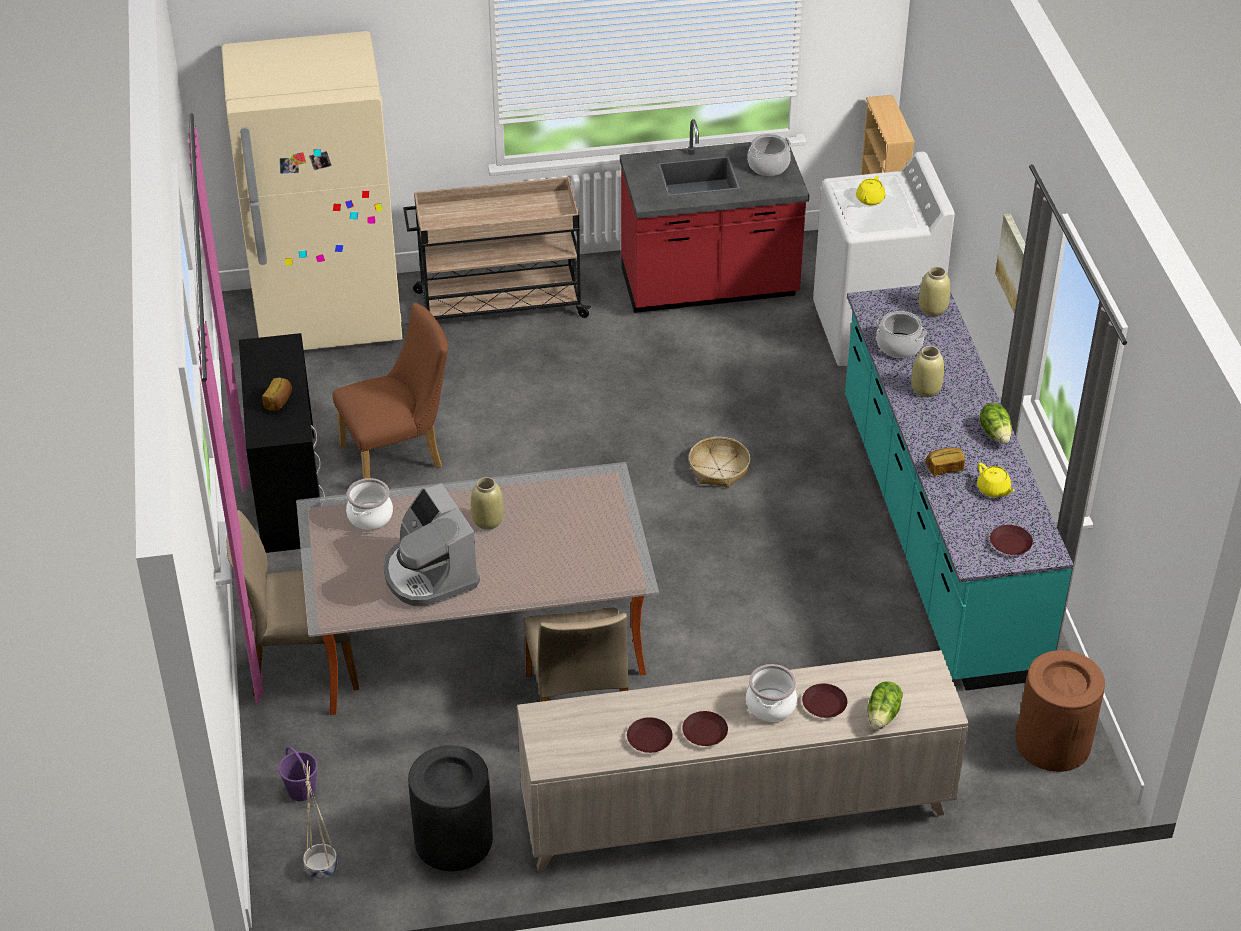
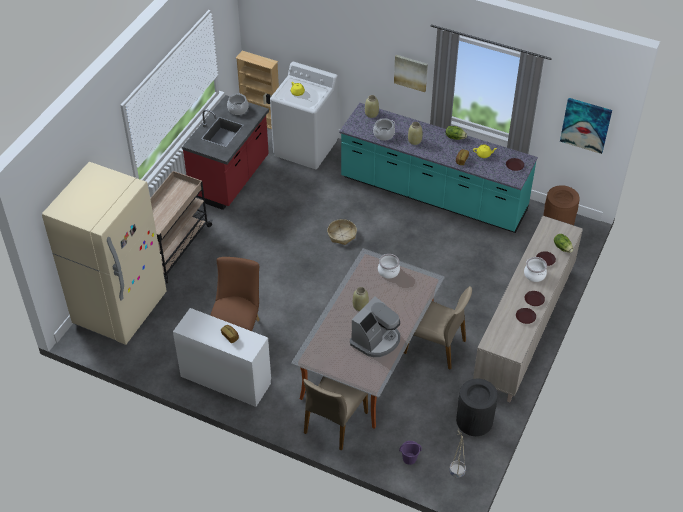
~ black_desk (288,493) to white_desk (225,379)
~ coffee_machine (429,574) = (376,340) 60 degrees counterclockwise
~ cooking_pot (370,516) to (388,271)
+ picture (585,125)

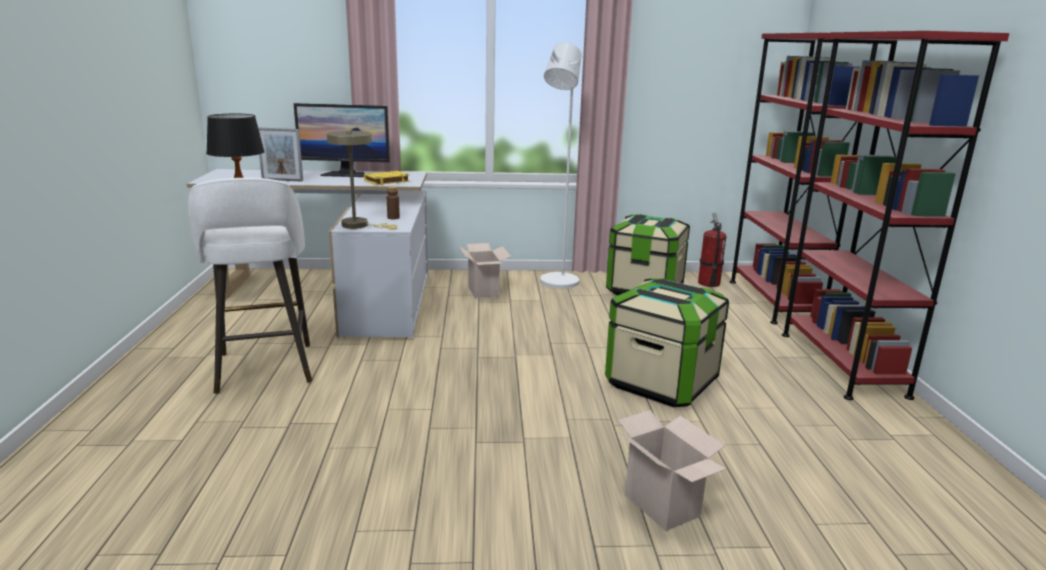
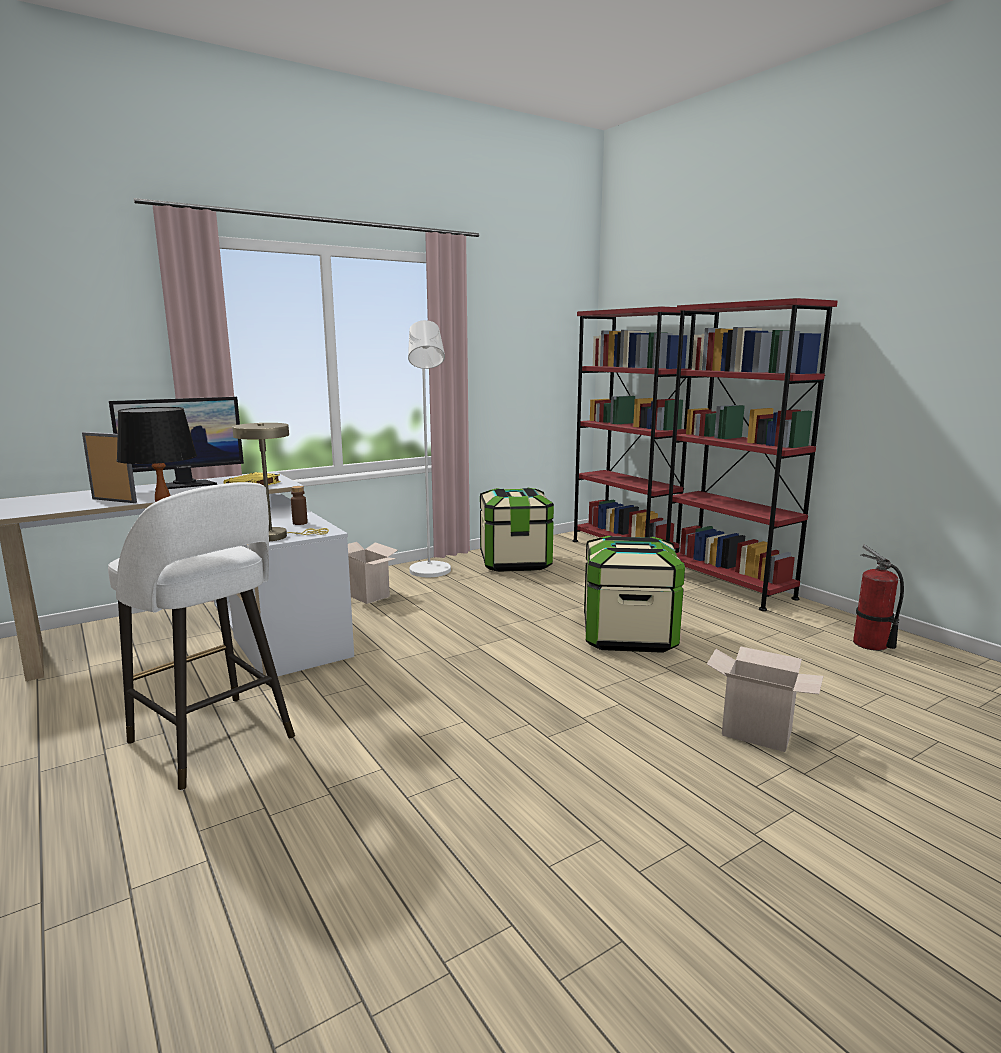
~ picture_frame (282,180) = (114,500) 135 degrees counterclockwise
~ fire_extinguisher (708,283) to (870,644)

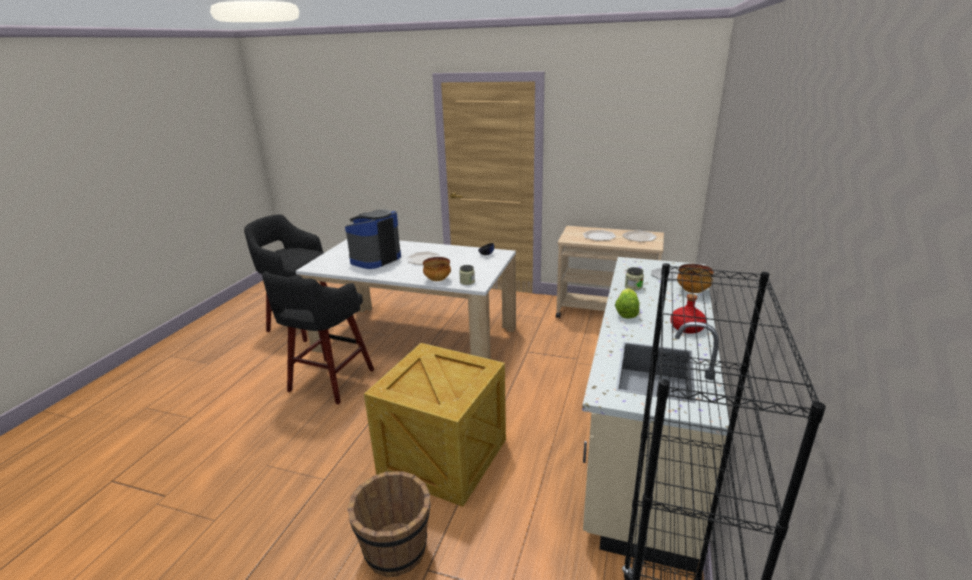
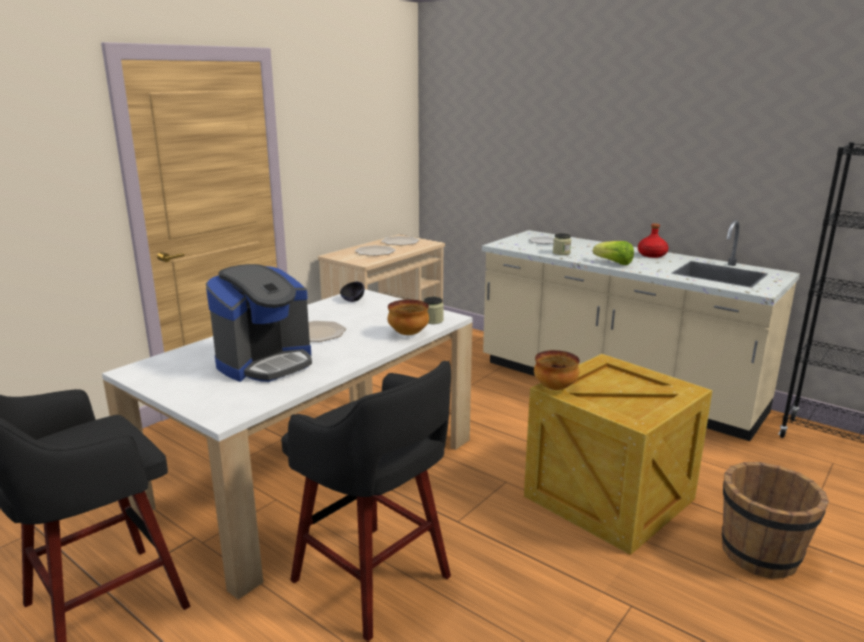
~ coffee_machine (375,259) = (265,363) 105 degrees counterclockwise
~ bowl (693,291) to (555,388)

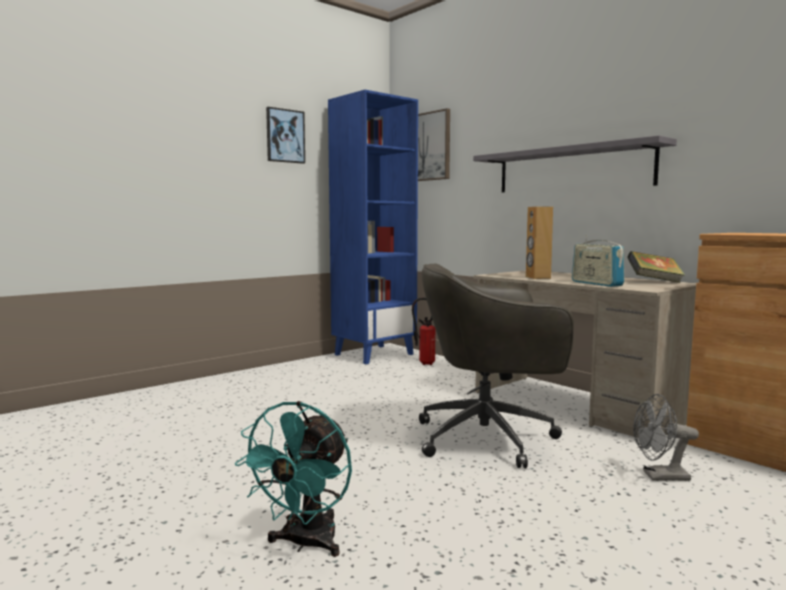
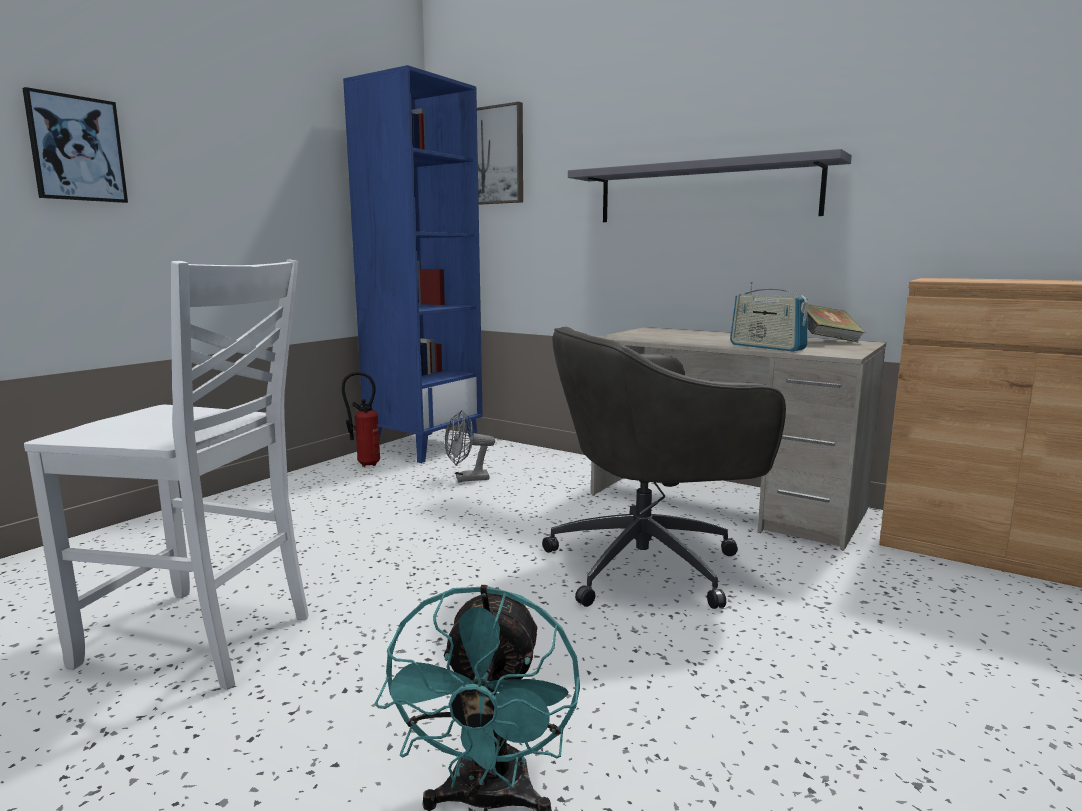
~ picture (285,136) to (76,149)
+ white_chair (201,640)
~ fire_extinguisher (424,363) to (365,464)
~ grey_fan (659,476) to (466,479)
- brown_speaker (537,277)

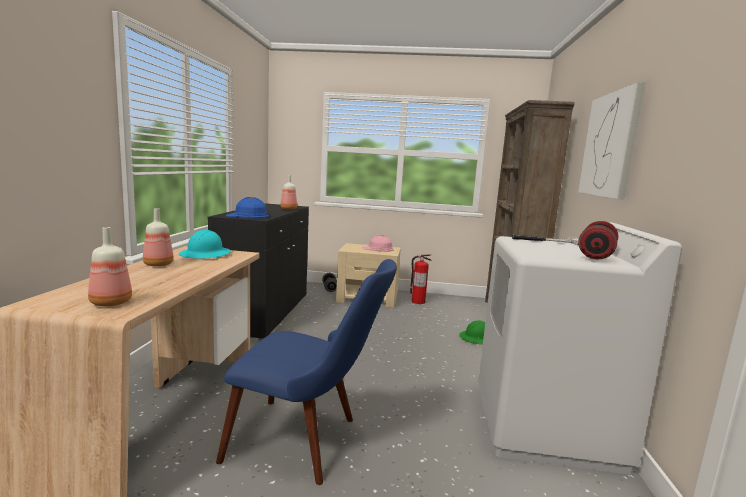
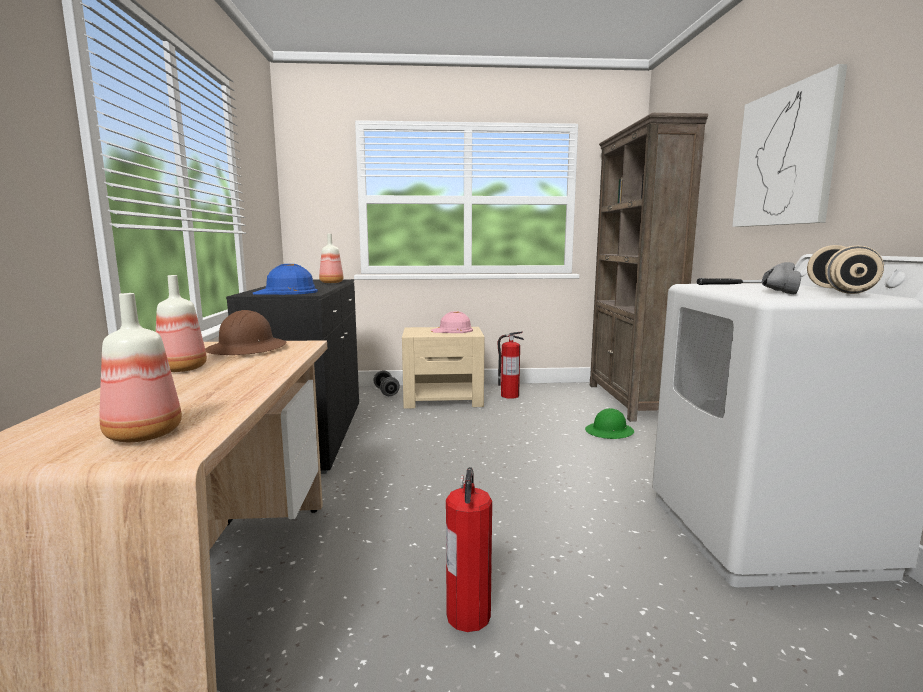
~ turquoise_hard_hat (205,254) to brown_hard_hat (247,349)
~ blue_chair (308,441) to fire_extinguisher (468,614)
+ grey_shoe (773,291)
~ red_dumbbell (596,255) to beige_dumbbell (839,290)

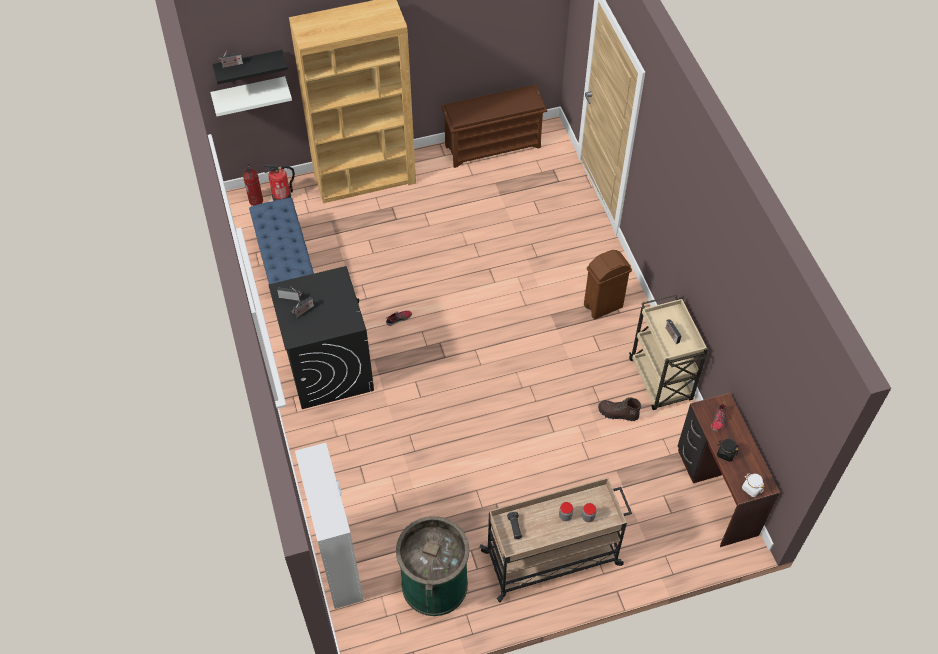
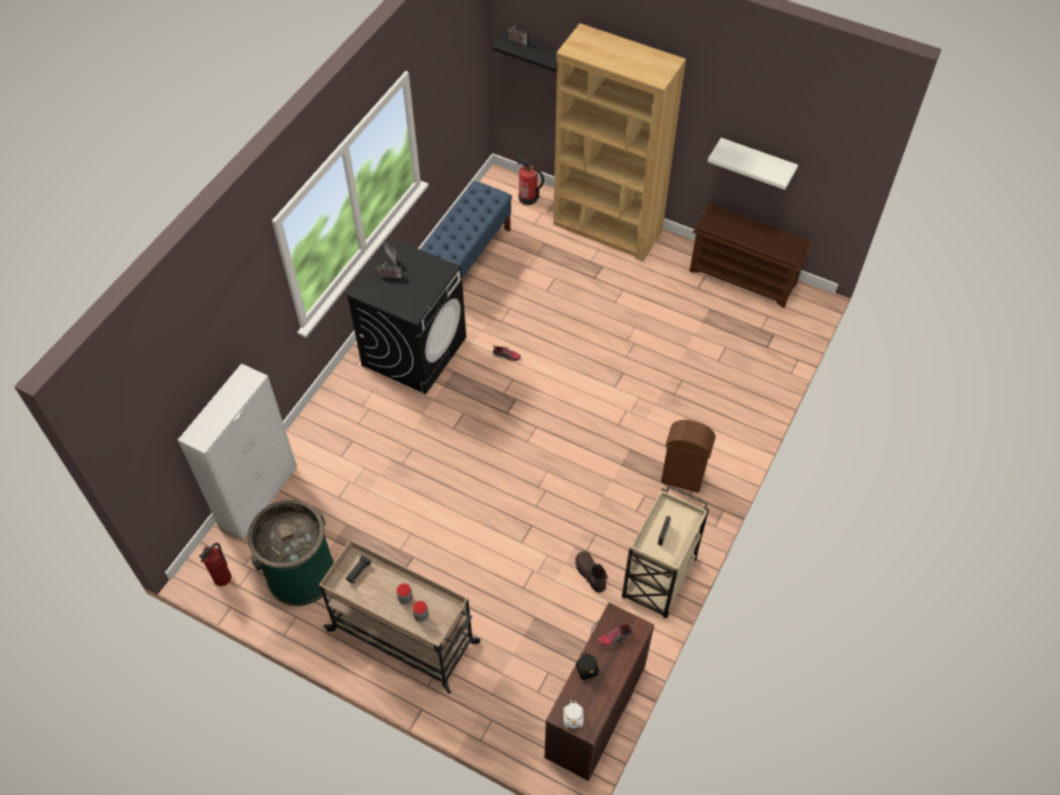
~ fire_extinguisher (256,201) to (222,578)
~ white_shelf (249,93) to (757,161)

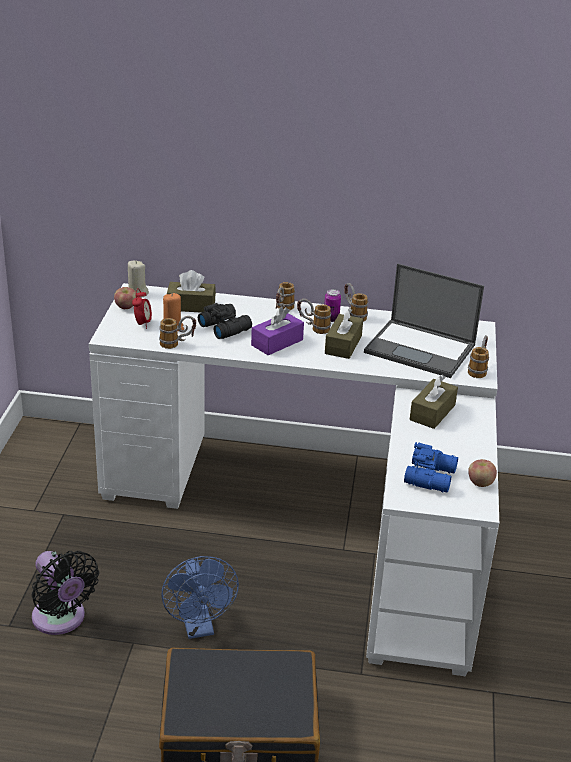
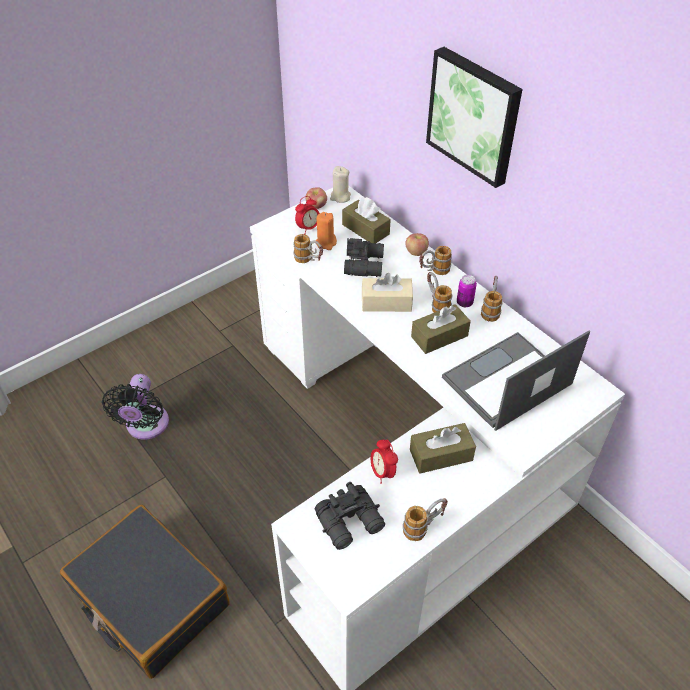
~ blue_binoculars (432,476) to black_binoculars (351,522)
~ purple_tissue_box (277,342) to beige_tissue_box (386,302)
+ alarm_clock (382,472)
~ mug (478,369) to (424,526)
~ apple (480,483) to (416,252)
+ picture (475,115)
~ laptop (421,349) = (506,382) 75 degrees clockwise
- blue_fan (199,627)

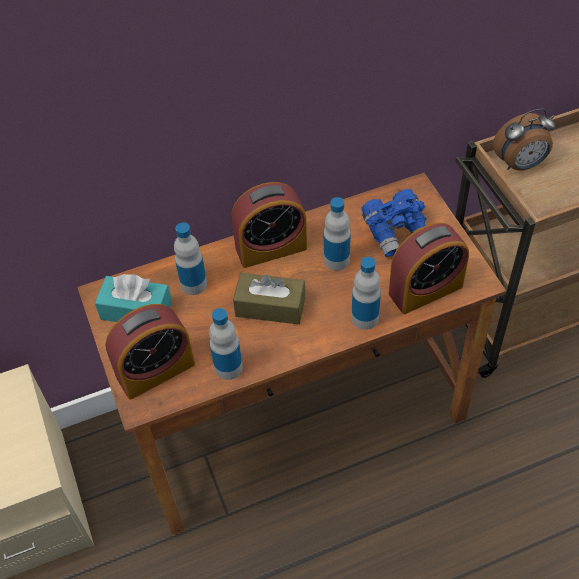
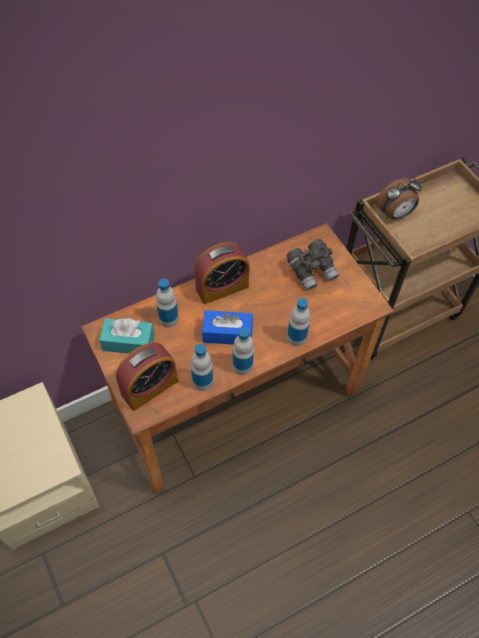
~ brown_tissue_box (270,306) to blue_tissue_box (227,333)
~ bottle (336,260) to (242,366)
~ blue_binoculars (396,232) to grey_binoculars (312,270)
- alarm_clock (425,290)

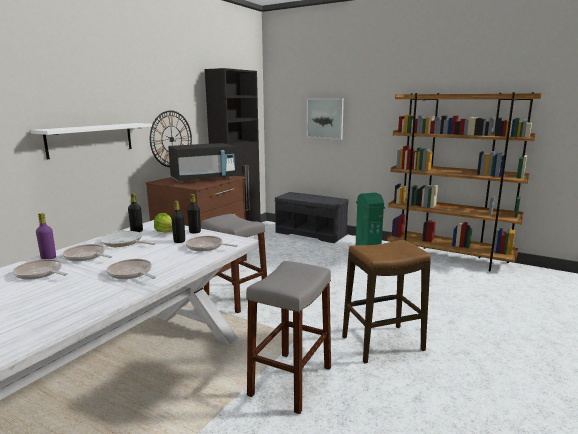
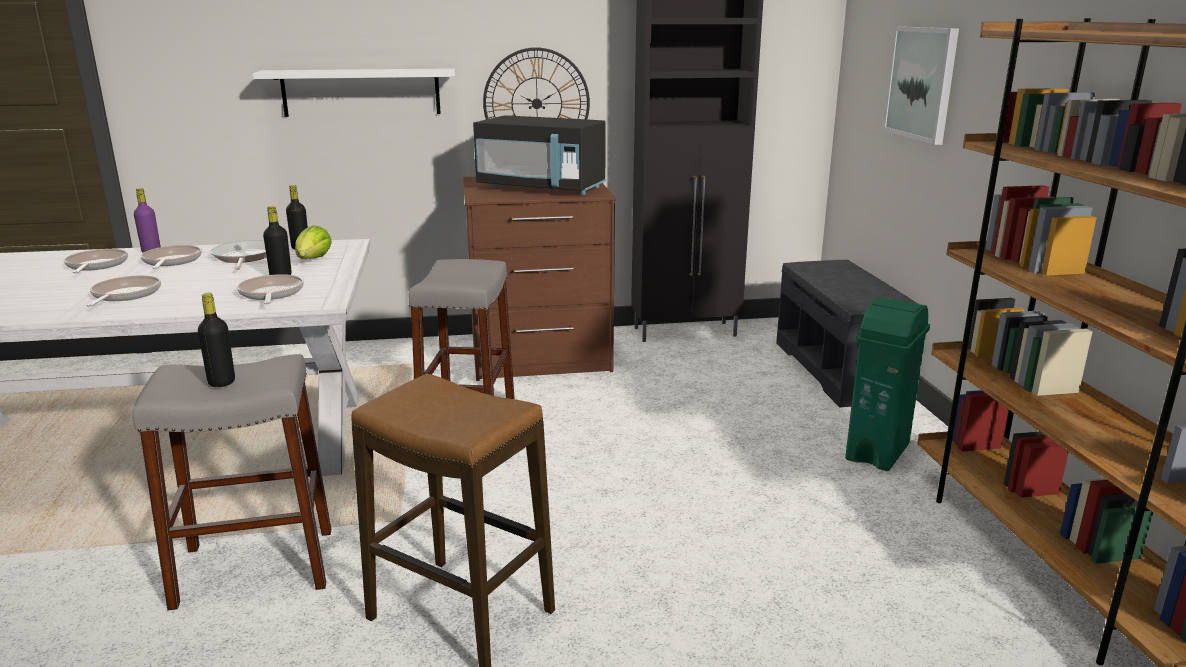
~ black_bottle (195,232) to (221,382)

